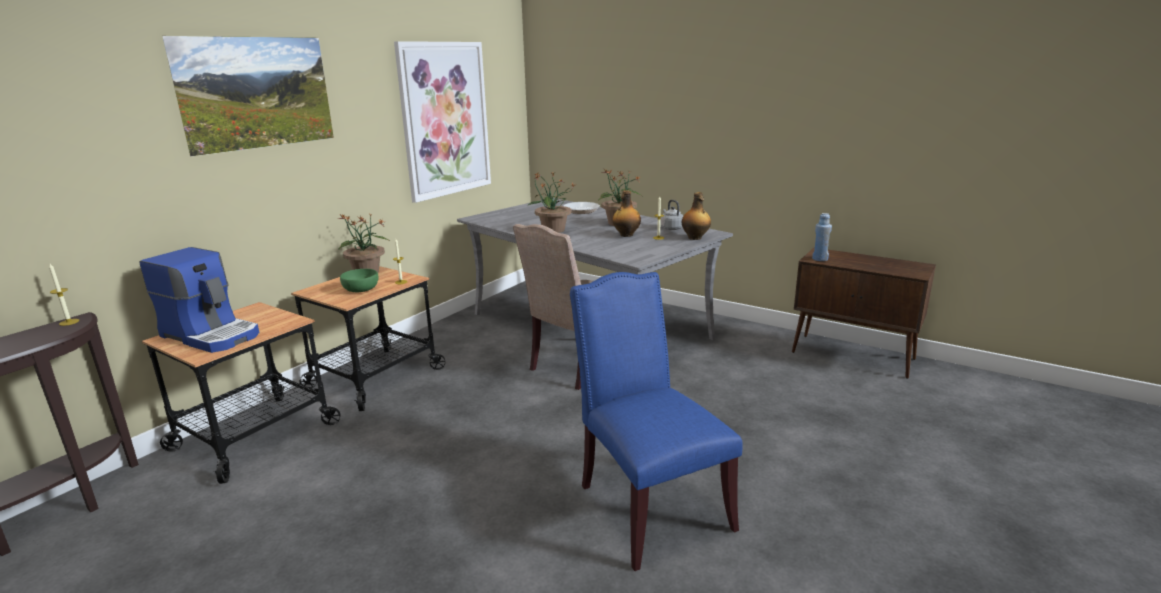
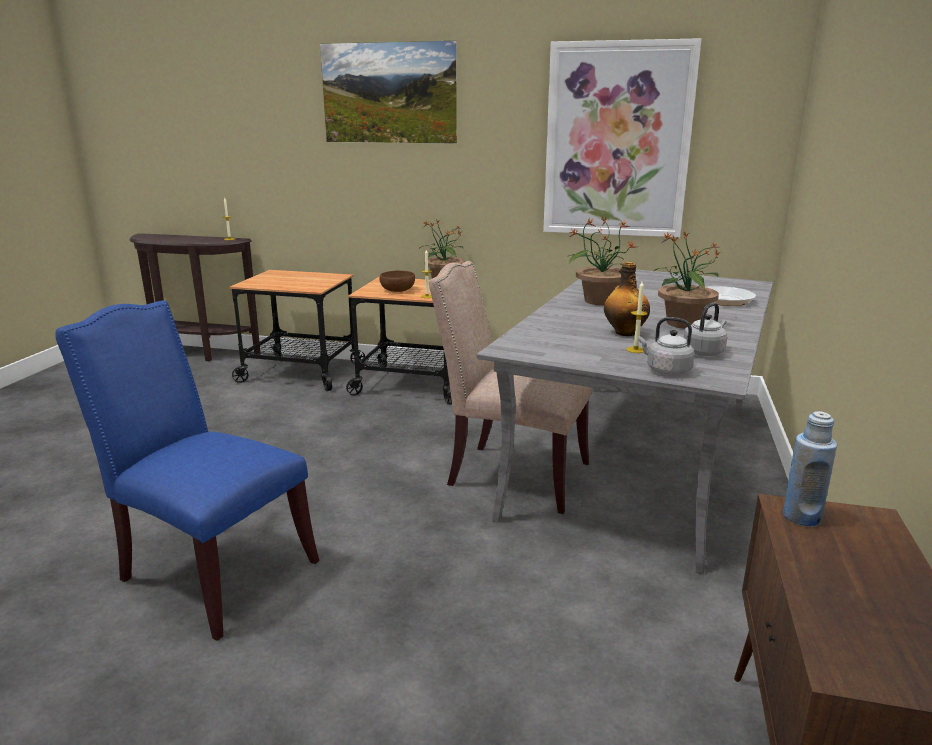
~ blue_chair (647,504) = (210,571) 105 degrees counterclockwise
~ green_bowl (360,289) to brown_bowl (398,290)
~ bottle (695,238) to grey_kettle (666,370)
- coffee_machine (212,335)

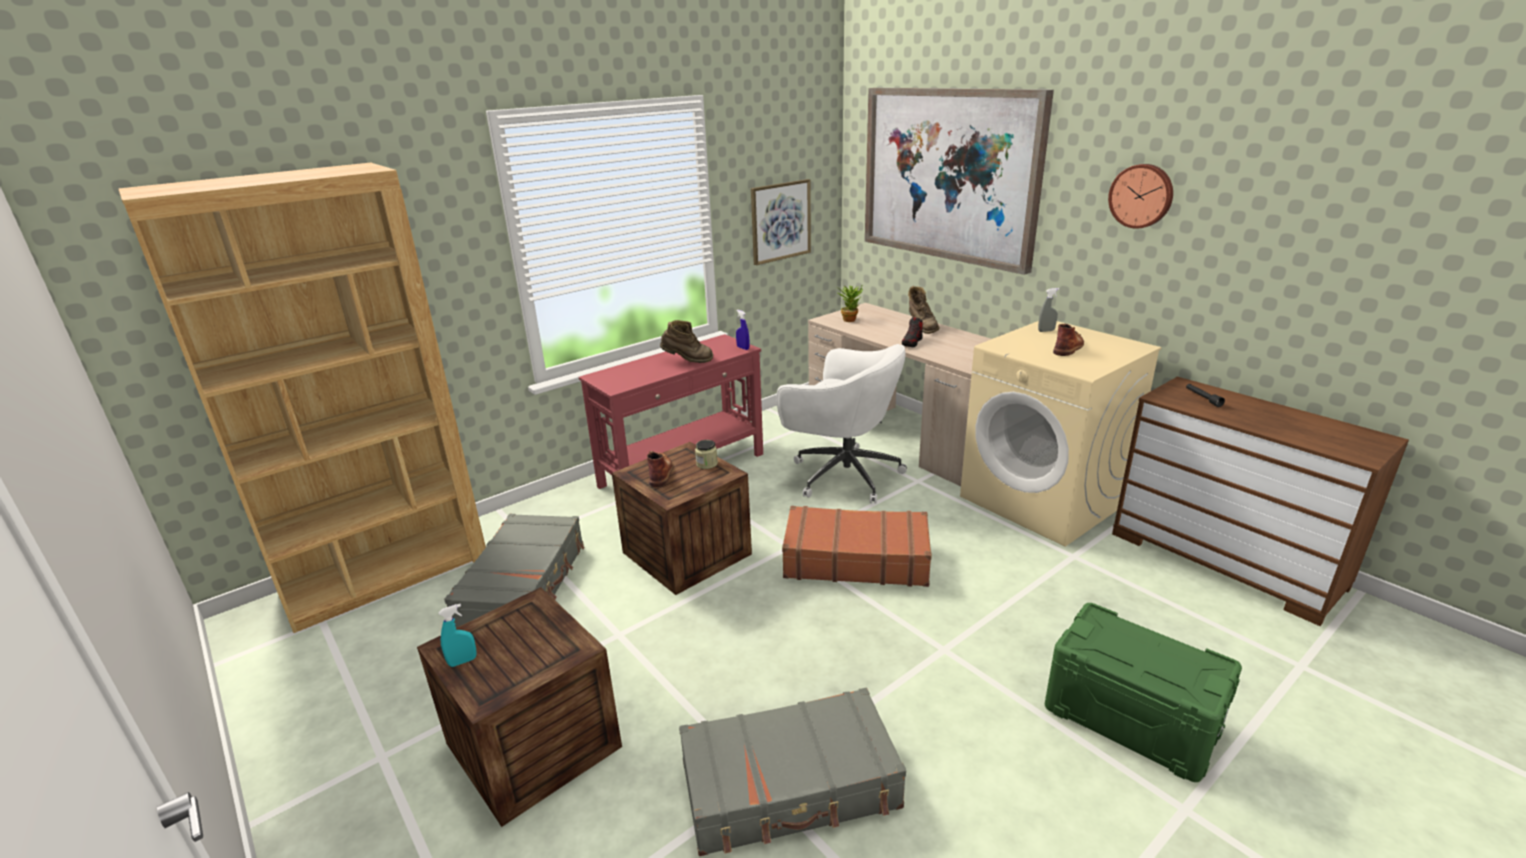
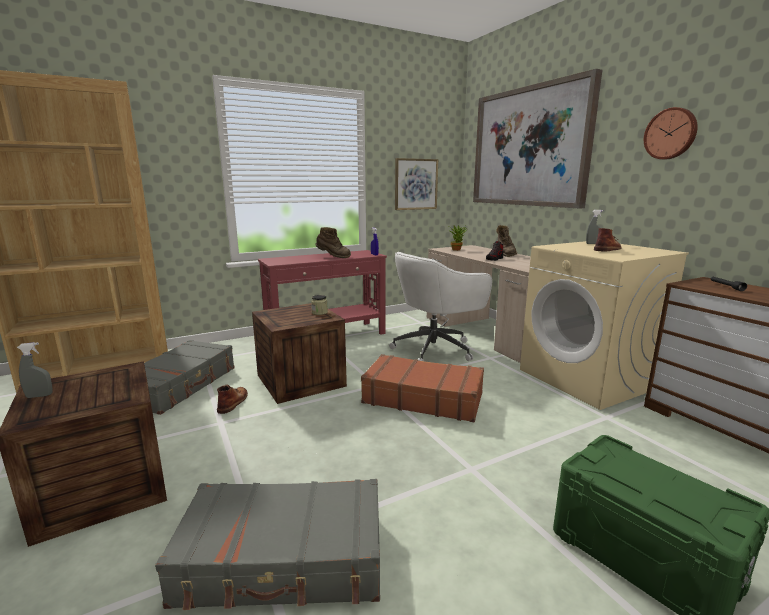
~ turquoise_spray_bottle (463,661) to grey_spray_bottle (39,396)
~ brown_boot (660,472) to (233,402)
~ white_office_chair (842,474) = (435,349) 105 degrees clockwise

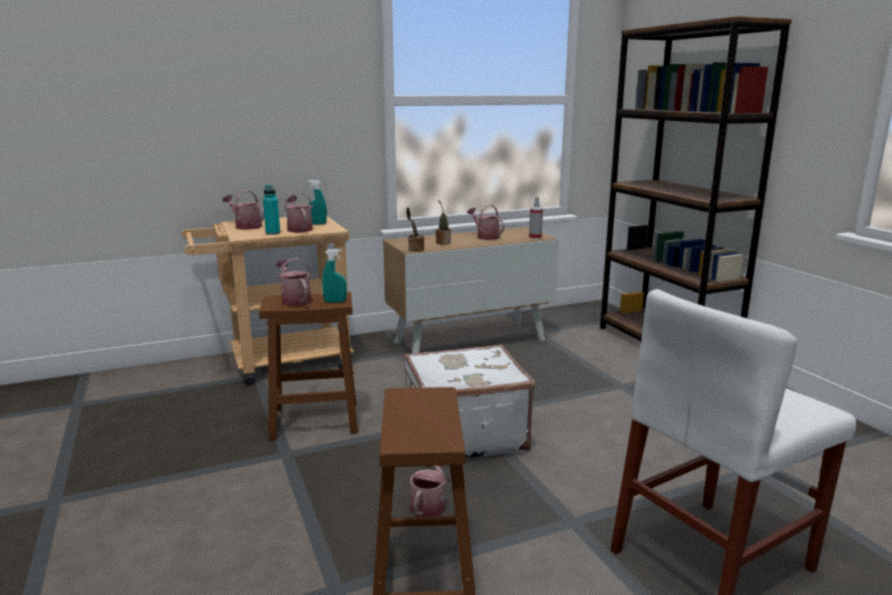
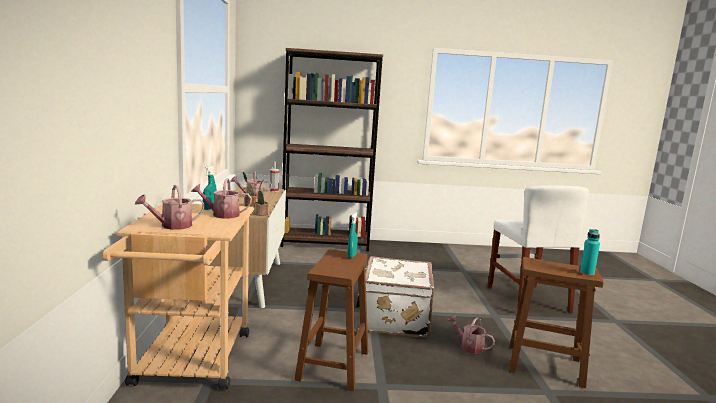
~ turquoise_bottle (273,233) to (587,273)
- watering_can (294,300)

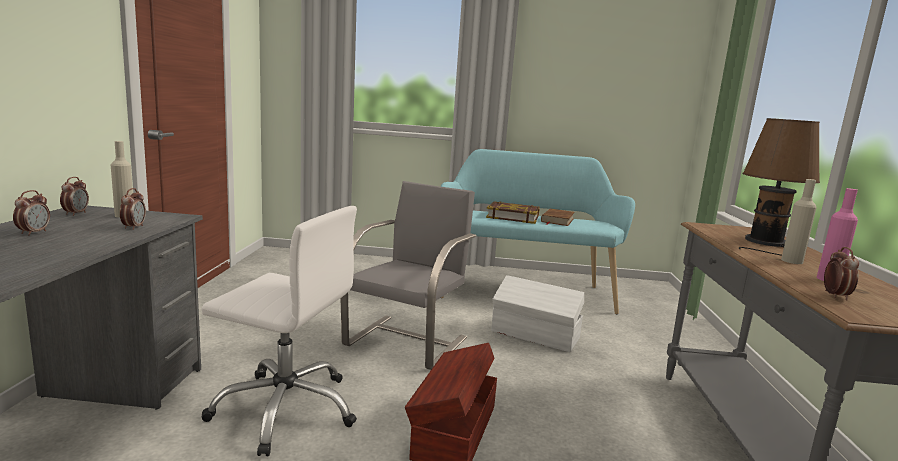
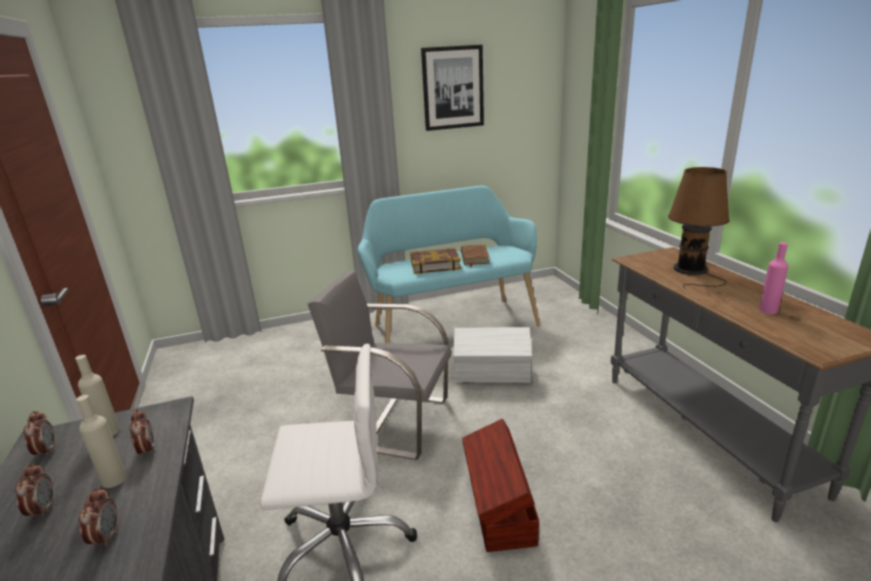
~ beige_bottle (792,261) to (114,479)
~ alarm_clock (835,296) to (106,537)
~ grey_chair (408,341) = (393,421) 75 degrees counterclockwise
+ picture (453,88)

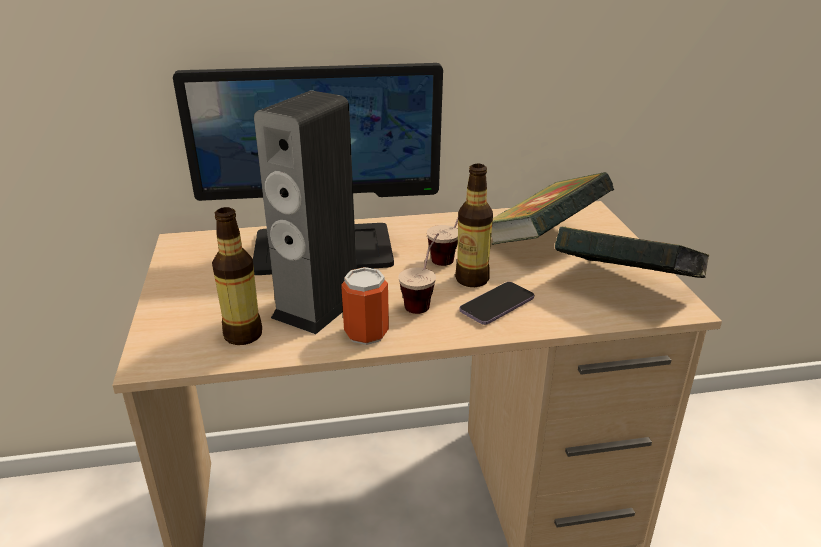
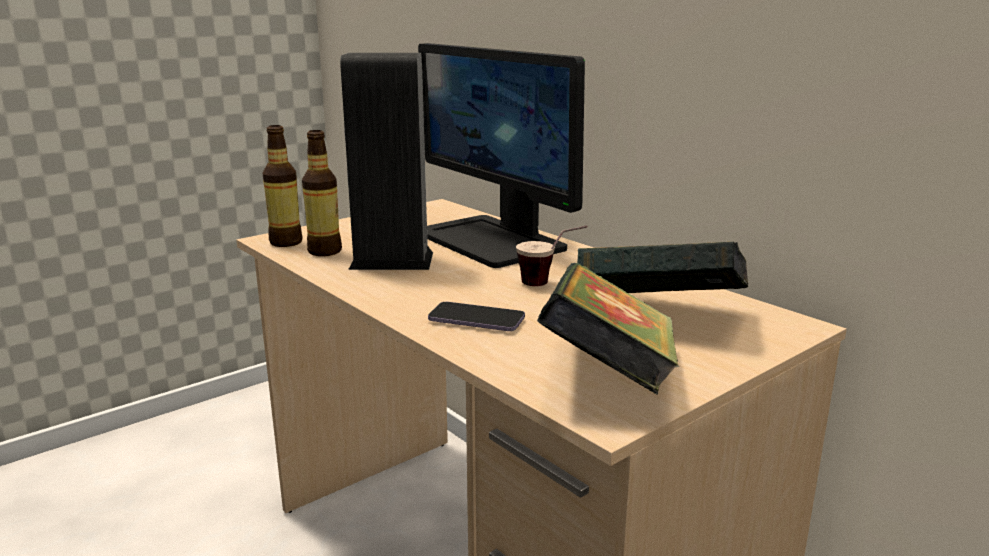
~ bottle (472,279) to (286,242)
- can (366,333)
- cup (423,300)

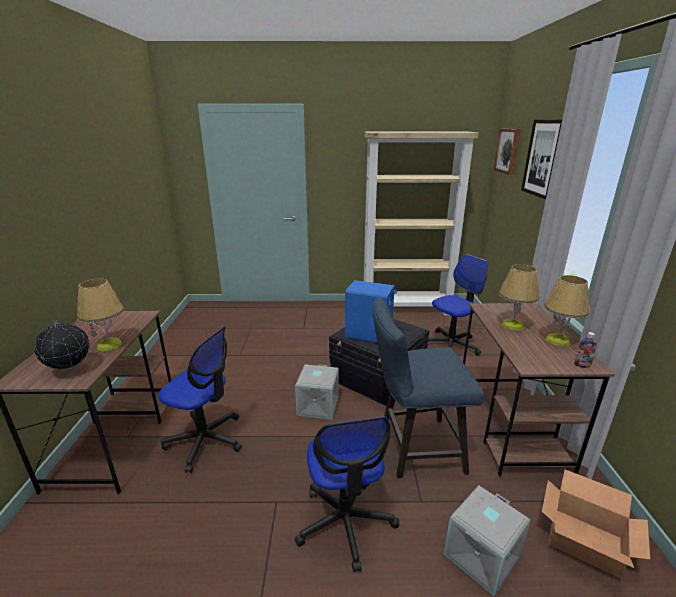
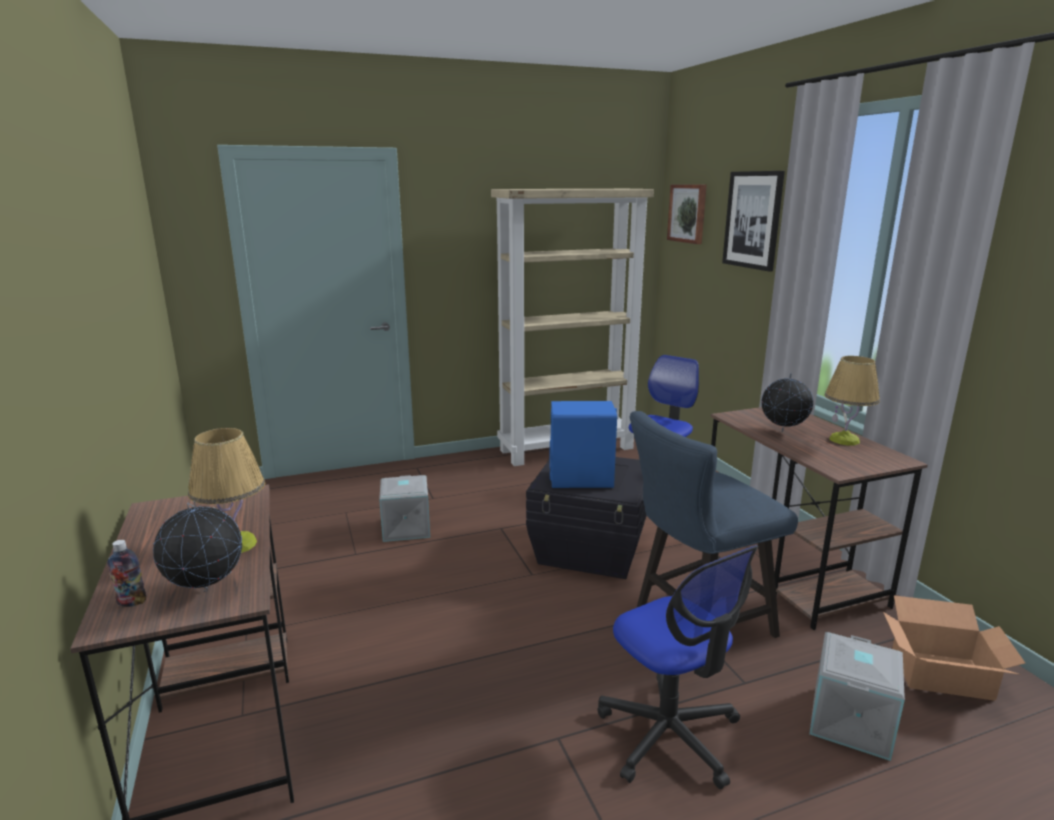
~ bottle (582,365) to (132,602)
~ grey_storage_box (317,405) to (405,528)
~ table_lamp (512,325) to globe (783,431)
- office_chair (206,440)

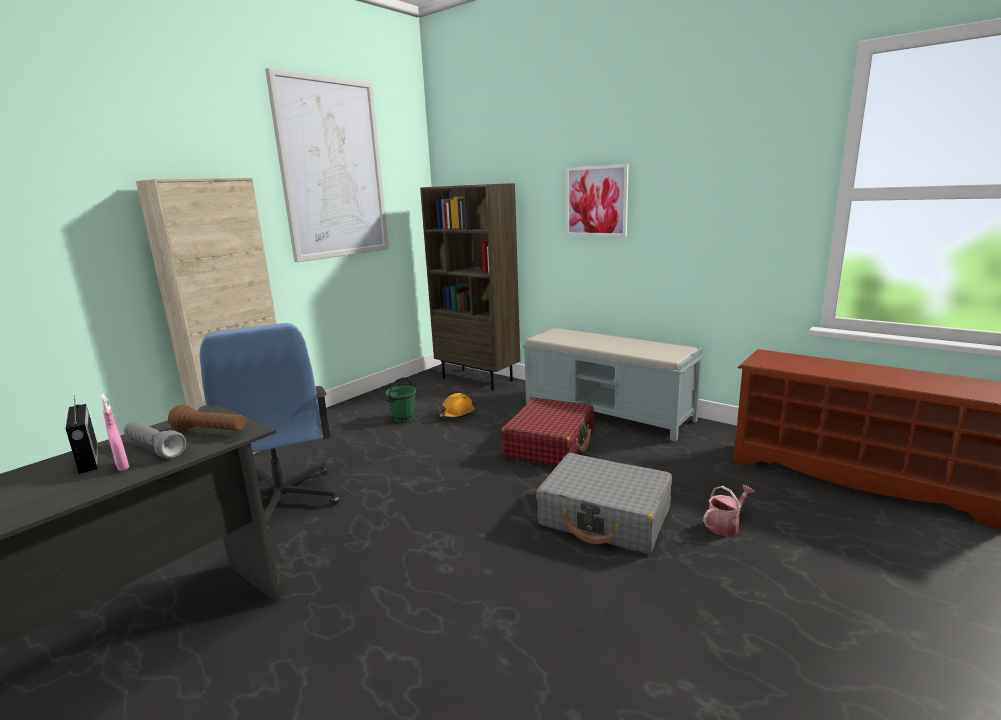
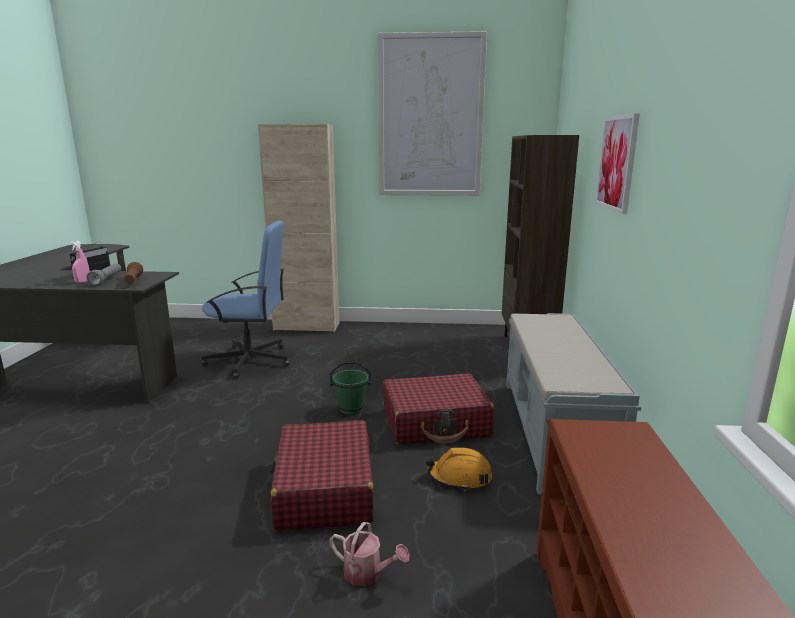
~ blue_office_chair (281,501) = (250,361) 120 degrees counterclockwise
~ grey_suitcase (605,517) to red_suitcase (324,489)
~ green_bucket (403,418) to (351,409)
~ orange_hard_hat (456,414) to (459,477)

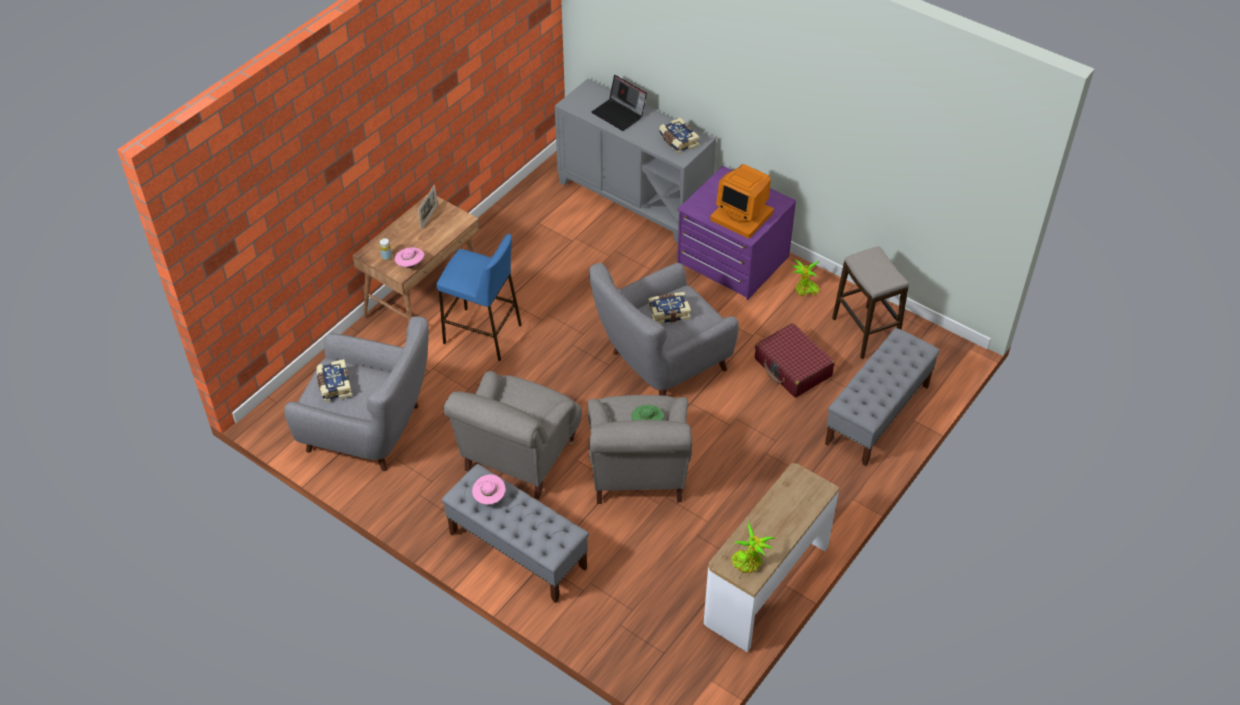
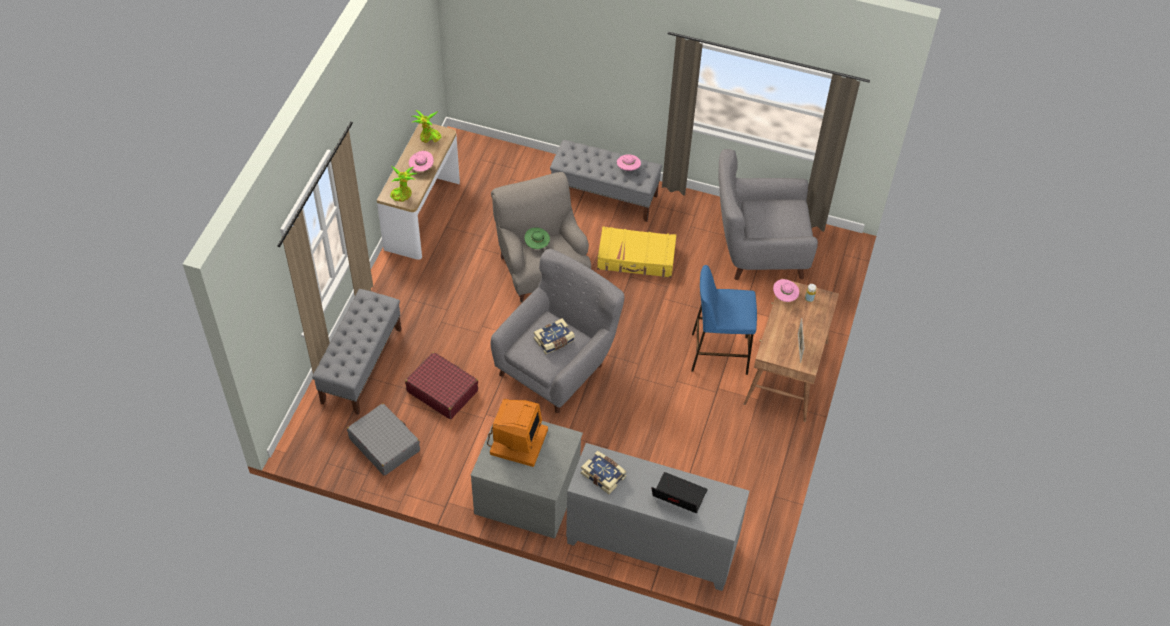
~ stool (865,332) to grey_suitcase (384,444)
~ potted_plant (805,290) to (403,194)
+ pink_hat (421,168)
~ purple_dresser (732,261) to grey_dresser (528,492)
~ monitor (742,215) = (517,441) 90 degrees clockwise
~ grey_armchair (518,458) to yellow_suitcase (636,258)
- book (334,386)

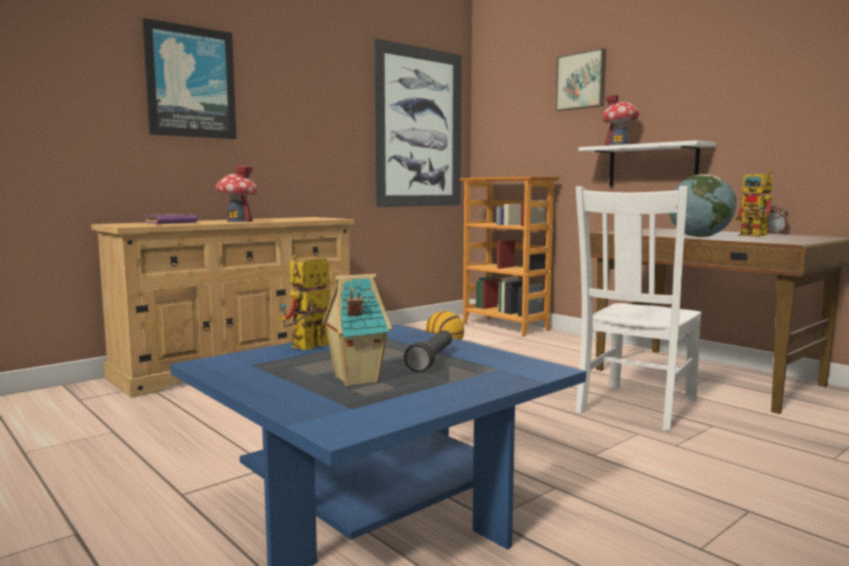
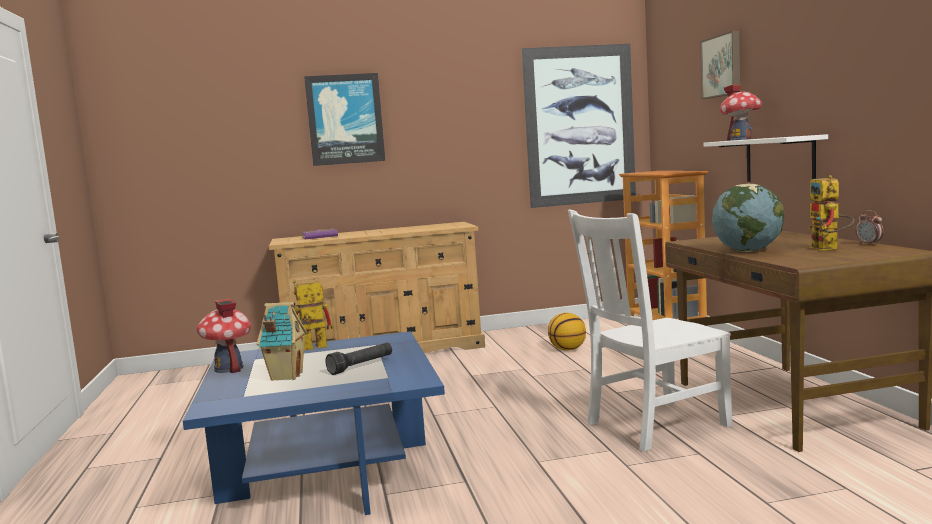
~ toy_house (238,221) to (228,368)

